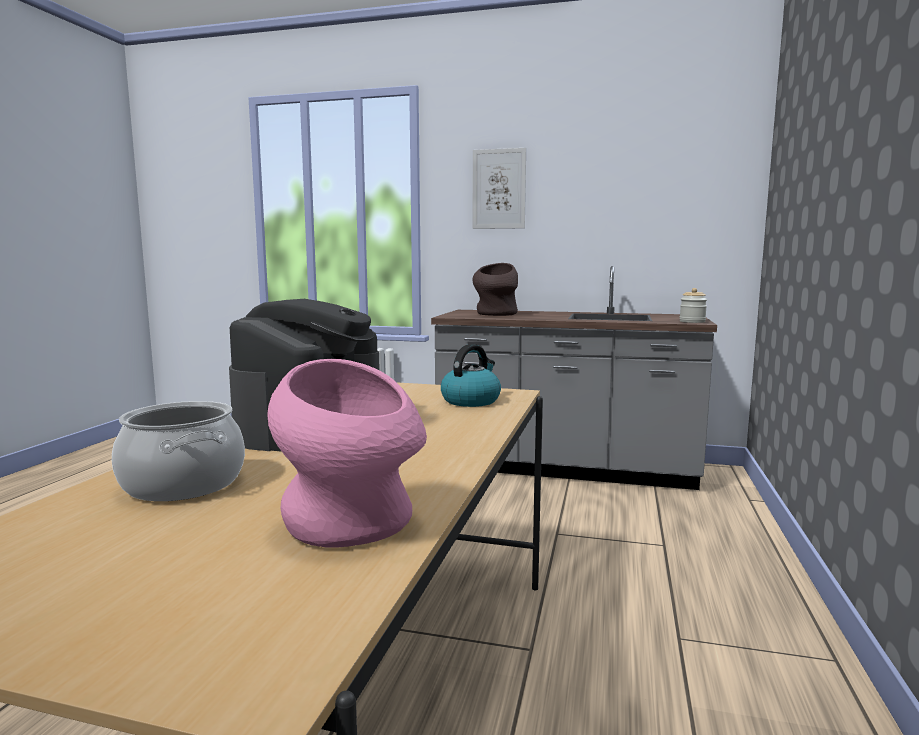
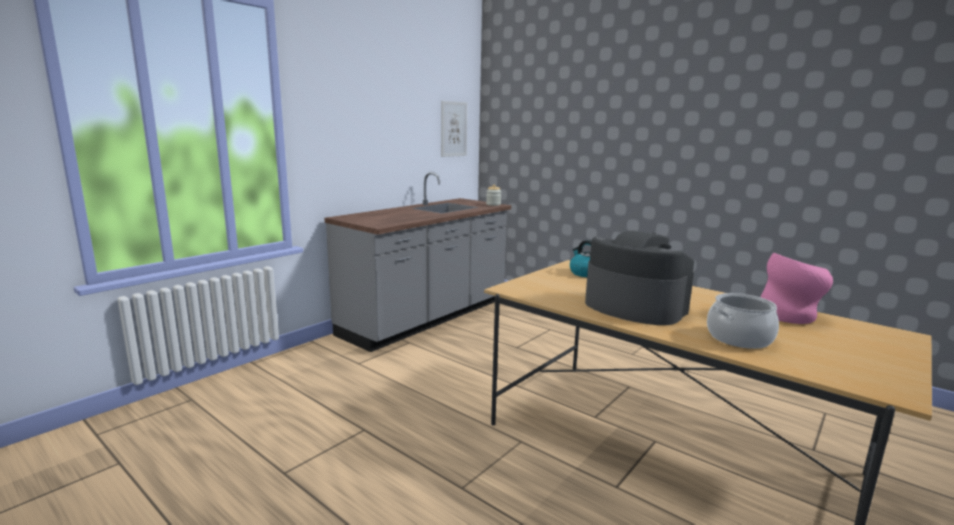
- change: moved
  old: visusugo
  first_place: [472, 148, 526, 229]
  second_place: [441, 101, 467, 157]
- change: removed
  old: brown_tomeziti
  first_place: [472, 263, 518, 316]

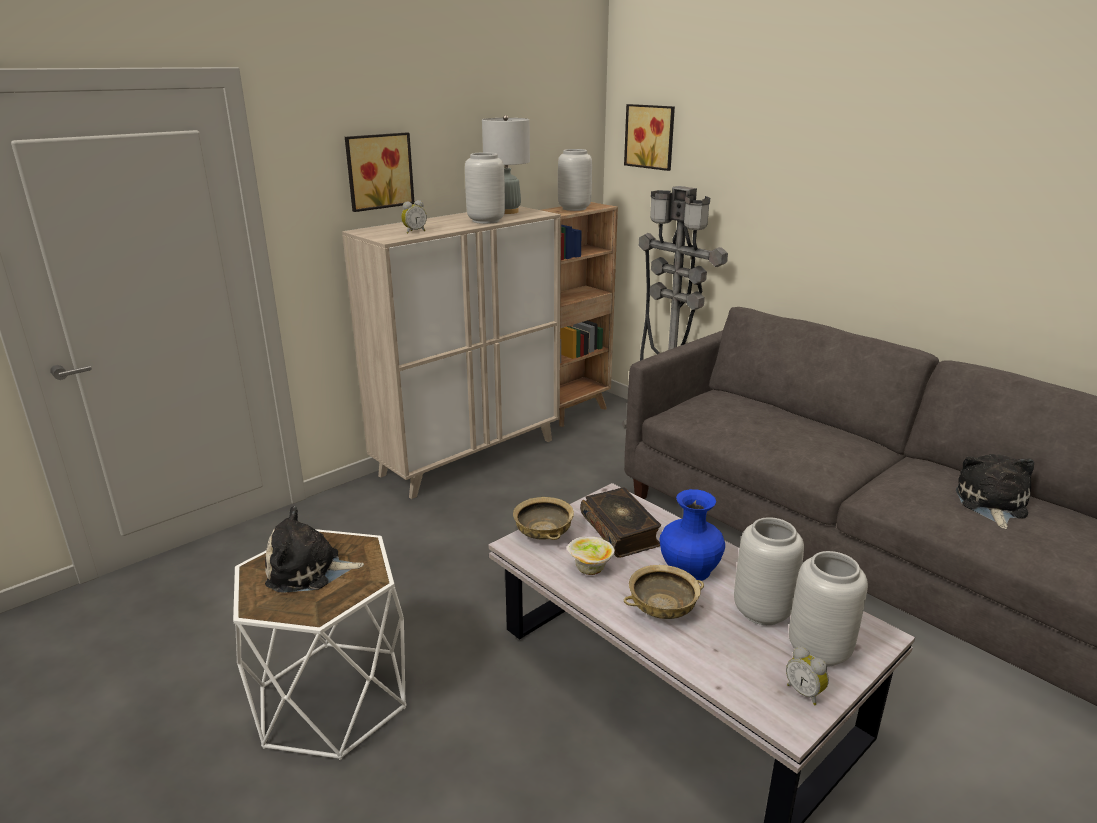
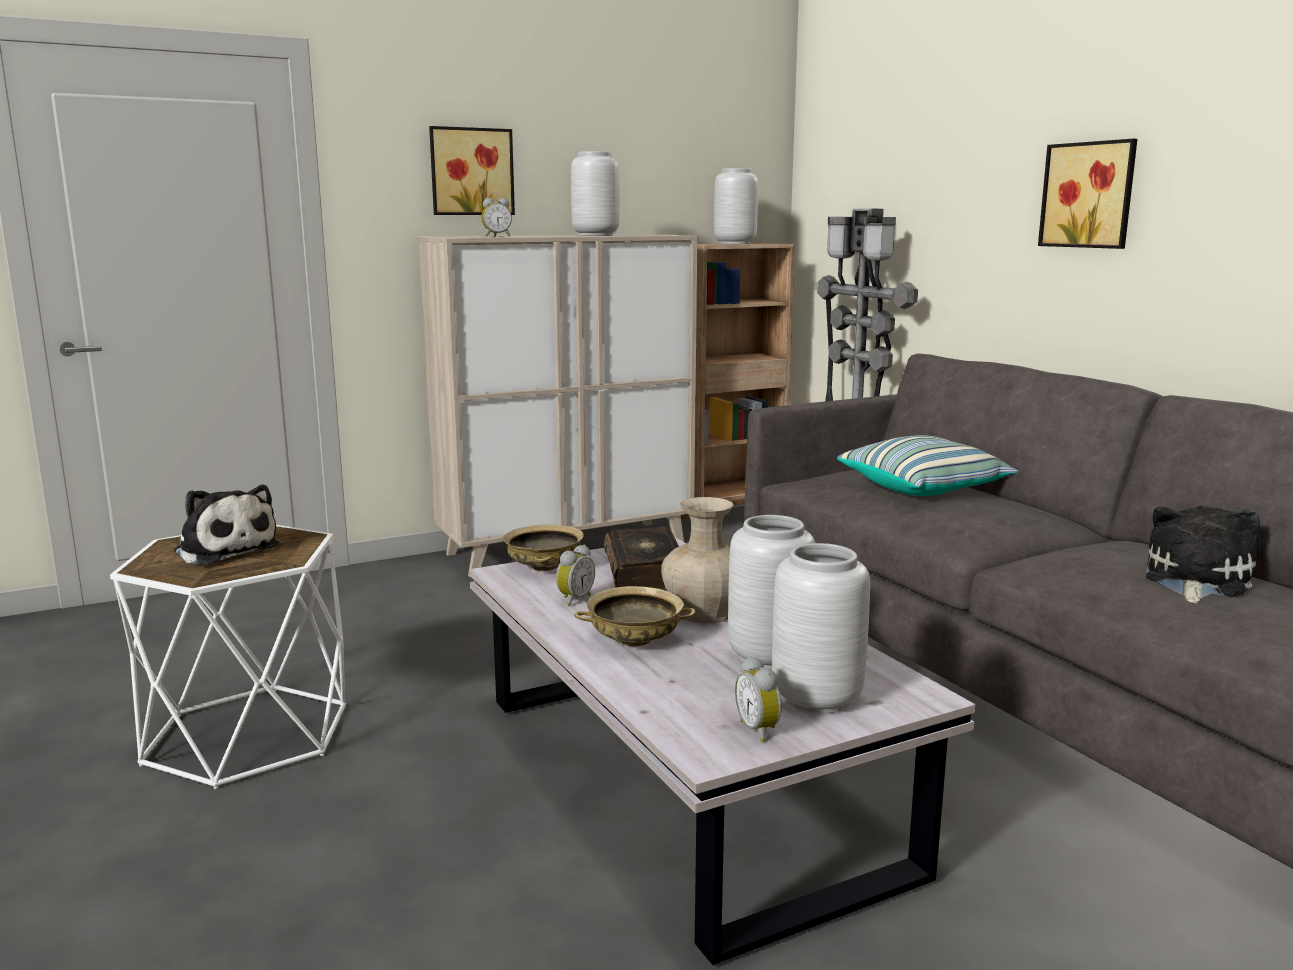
- change: turned
  old: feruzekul
  first_place: [265, 506, 364, 593]
  second_place: [174, 485, 279, 565]
  degrees: -150
- change: removed
  old: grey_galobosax
  first_place: [482, 115, 530, 214]
- change: replaced
  old: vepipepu
  new: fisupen
  first_place: [567, 537, 615, 575]
  second_place: [556, 545, 595, 606]
- change: moved
  old: visusugo
  first_place: [624, 104, 675, 171]
  second_place: [1038, 139, 1137, 249]
- change: recoloured
  old: blue_tomeziti
  new: beige_tomeziti
  first_place: [660, 489, 725, 581]
  second_place: [661, 497, 734, 624]
- change: added
  new: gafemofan
  second_place: [837, 435, 1018, 496]

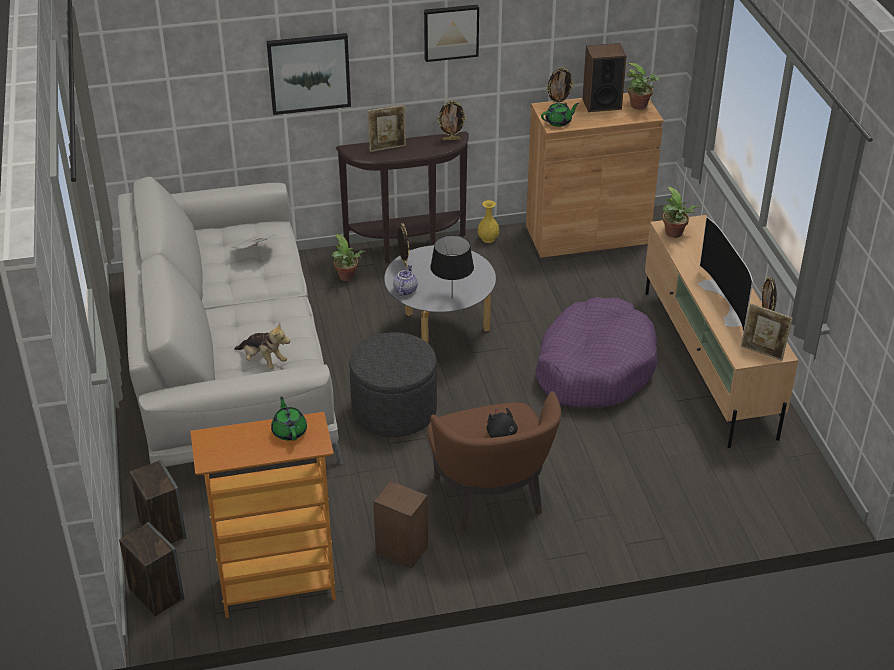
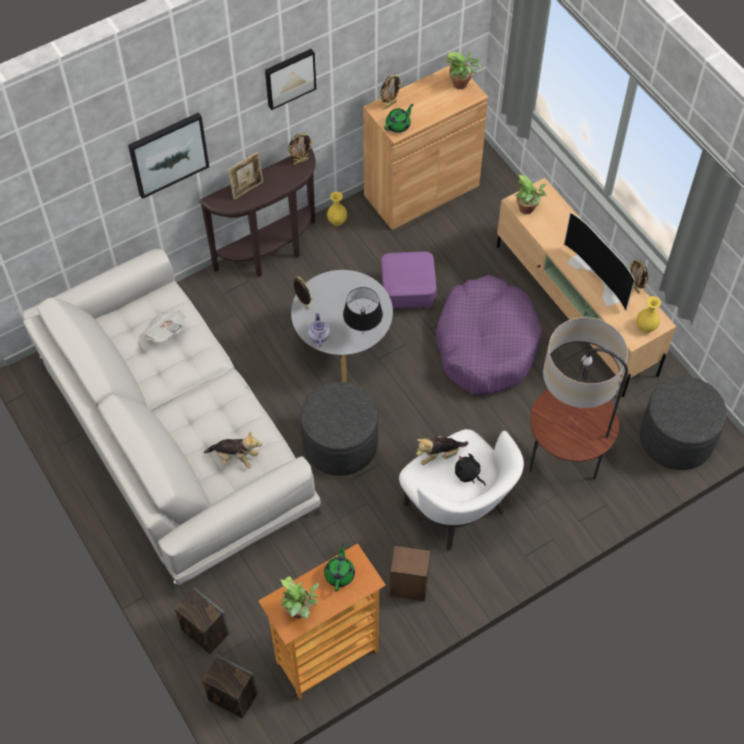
- change: turned
  old: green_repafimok
  first_place: [271, 396, 307, 441]
  second_place: [324, 543, 355, 592]
  degrees: 45
- change: moved
  old: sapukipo
  first_place: [332, 234, 366, 281]
  second_place: [280, 576, 319, 619]
- change: recoloured
  old: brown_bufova
  new: white_bufova
  first_place: [427, 391, 561, 531]
  second_place: [399, 429, 524, 551]
- change: removed
  old: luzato
  first_place: [583, 43, 626, 112]
- change: replaced
  old: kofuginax
  new: yellow_tomeziti
  first_place: [741, 303, 793, 361]
  second_place: [636, 296, 661, 333]
- change: added
  new: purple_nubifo
  second_place: [381, 251, 437, 309]
- change: added
  new: feruzekul
  second_place: [416, 436, 468, 465]
- change: added
  new: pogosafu
  second_place: [529, 317, 628, 479]
- change: added
  new: grey_nubifo
  second_place: [640, 376, 727, 470]

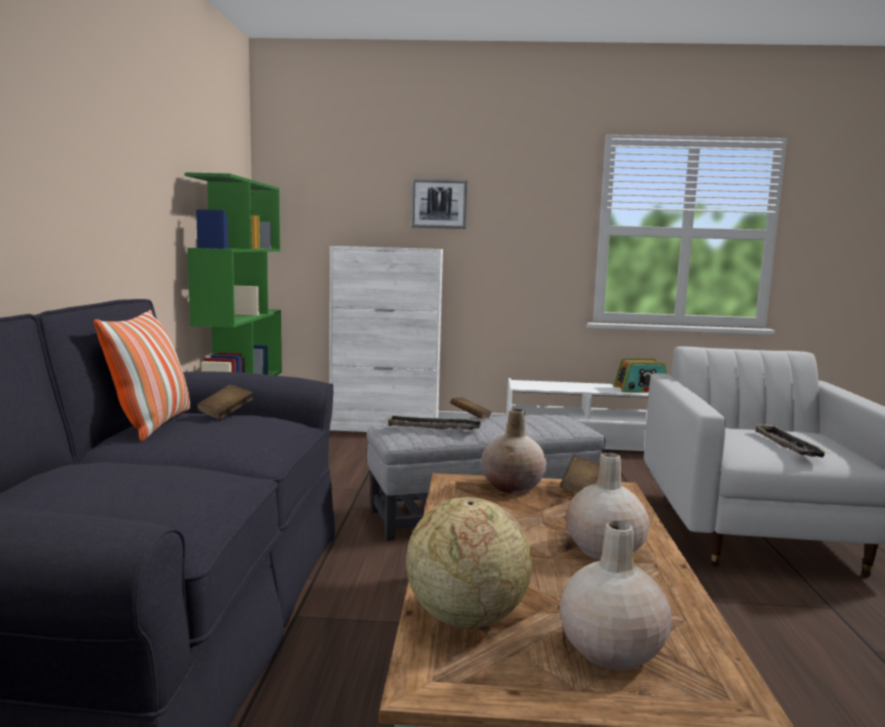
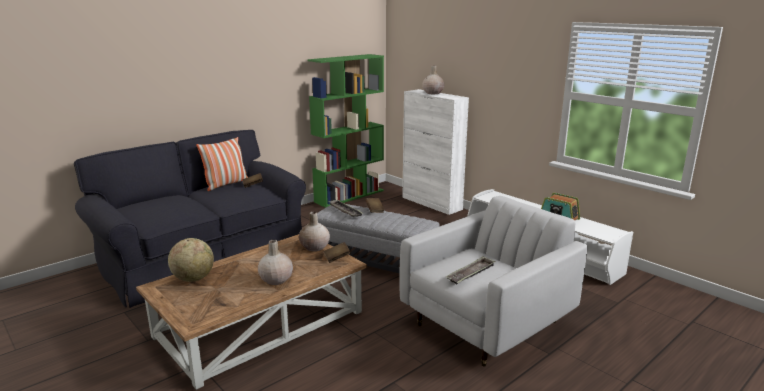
- change: removed
  old: visusugo
  first_place: [411, 179, 467, 229]
- change: moved
  old: beige_tomeziti
  first_place: [560, 521, 672, 671]
  second_place: [422, 65, 444, 94]

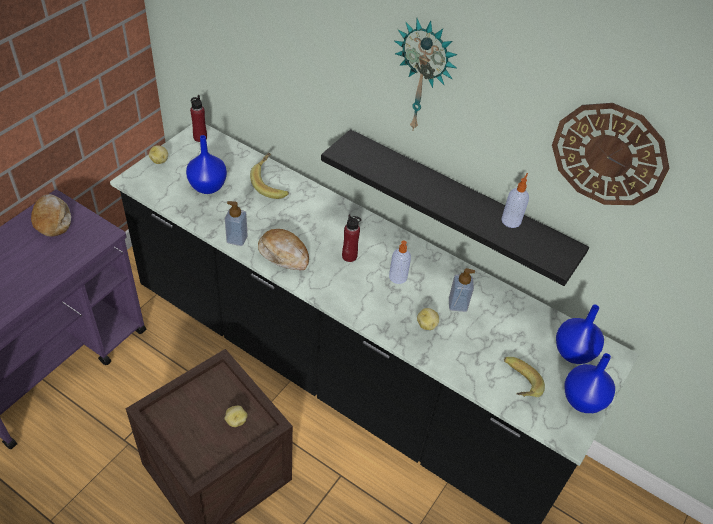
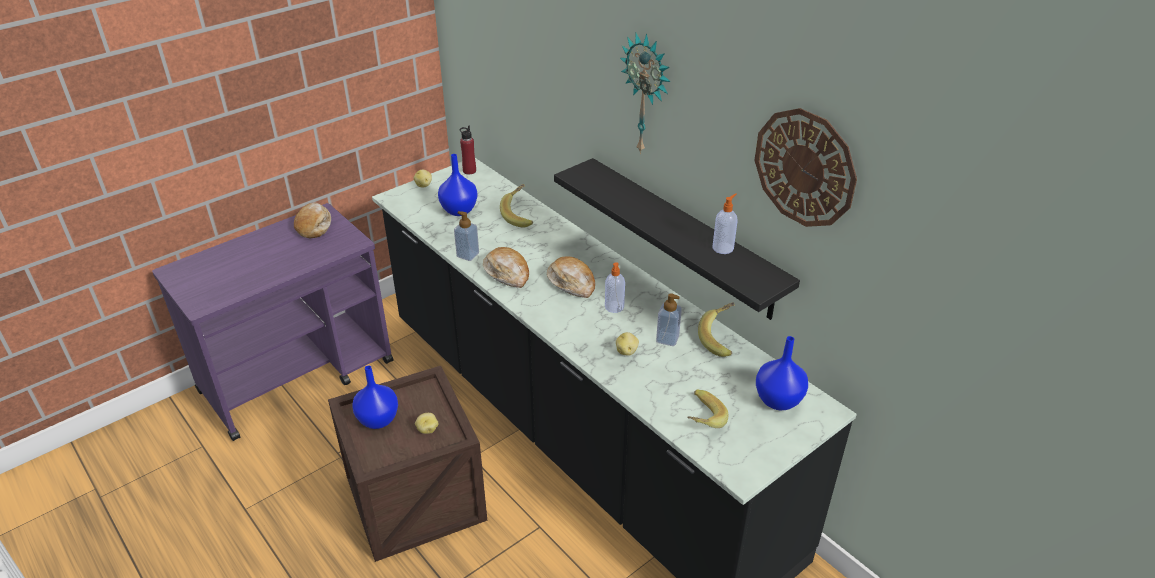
- change: replaced
  old: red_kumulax
  new: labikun
  first_place: [342, 214, 361, 262]
  second_place: [547, 256, 595, 298]
- change: moved
  old: blue_tomeziti
  first_place: [564, 353, 615, 413]
  second_place: [352, 365, 398, 429]
- change: added
  new: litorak
  second_place: [698, 302, 735, 357]

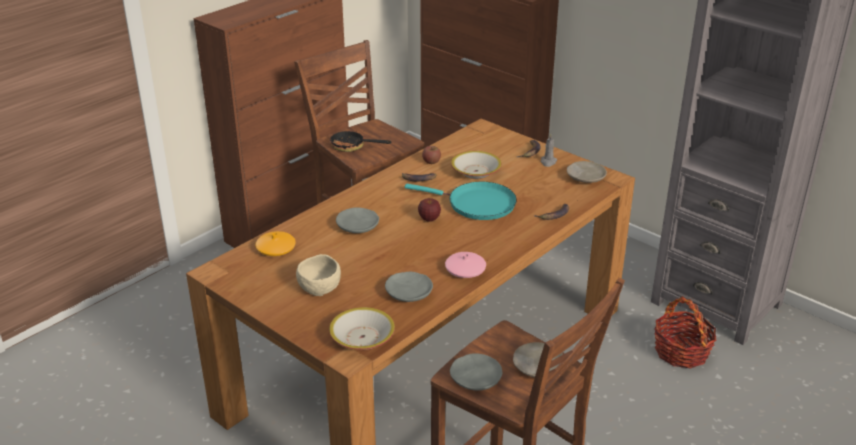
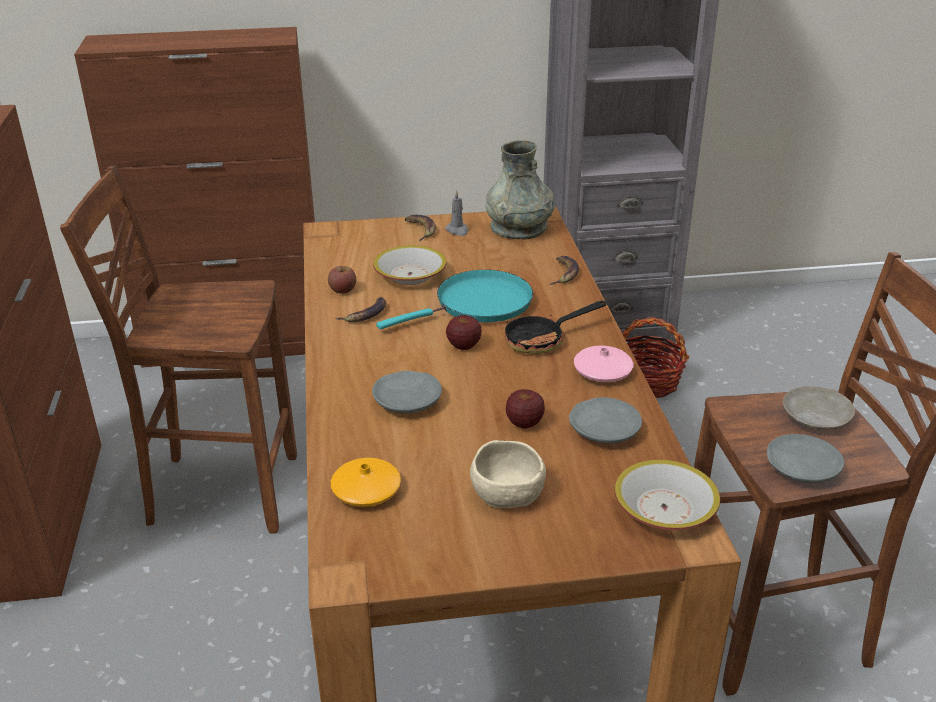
- change: moved
  old: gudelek
  first_place: [329, 130, 392, 152]
  second_place: [505, 301, 607, 354]
- change: replaced
  old: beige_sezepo
  new: grey_tomeziti
  first_place: [567, 161, 607, 183]
  second_place: [486, 140, 555, 240]
- change: added
  new: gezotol
  second_place: [506, 389, 545, 428]

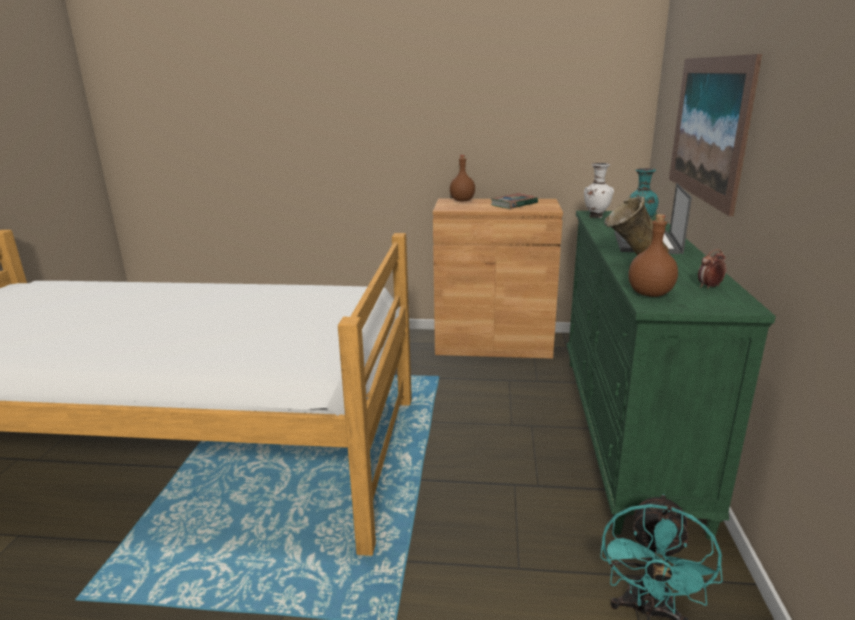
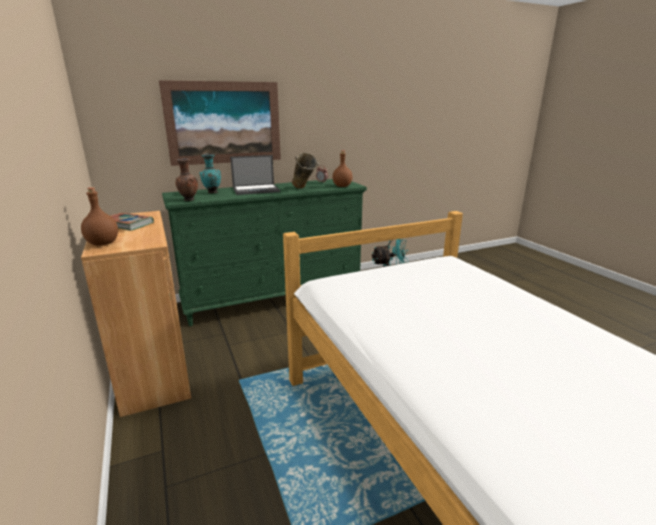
- change: recoloured
  old: white_tomeziti
  new: brown_tomeziti
  first_place: [584, 163, 614, 218]
  second_place: [175, 158, 198, 201]

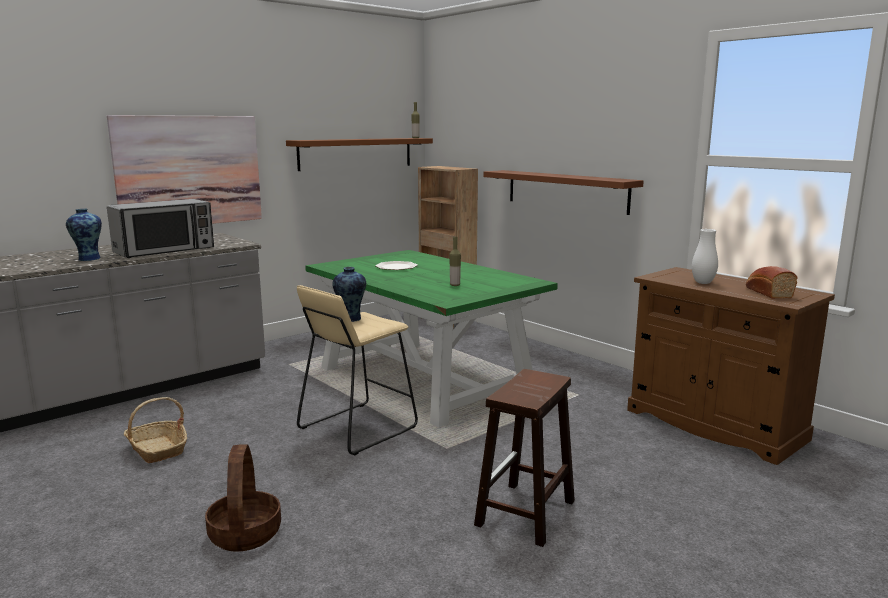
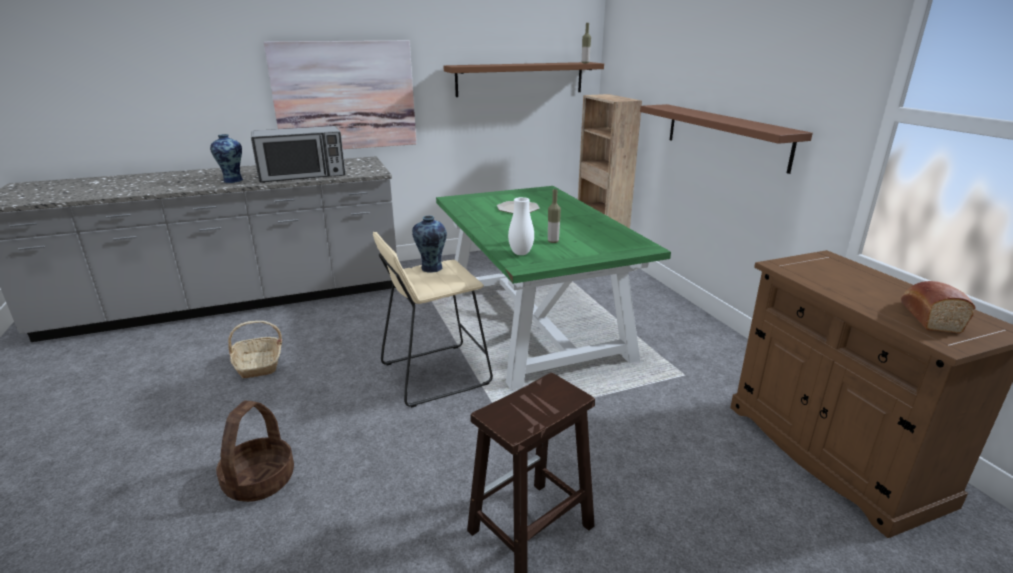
- change: moved
  old: white_tomeziti
  first_place: [692, 229, 718, 284]
  second_place: [508, 197, 534, 255]

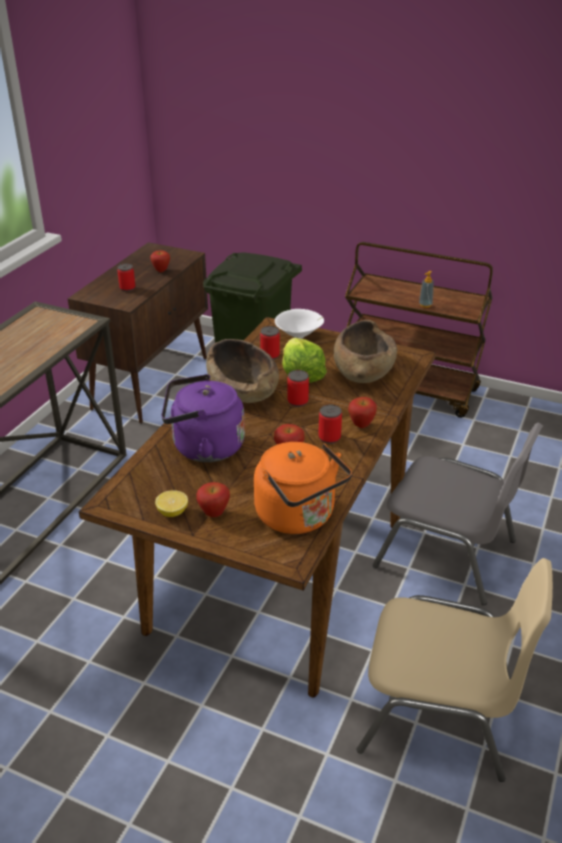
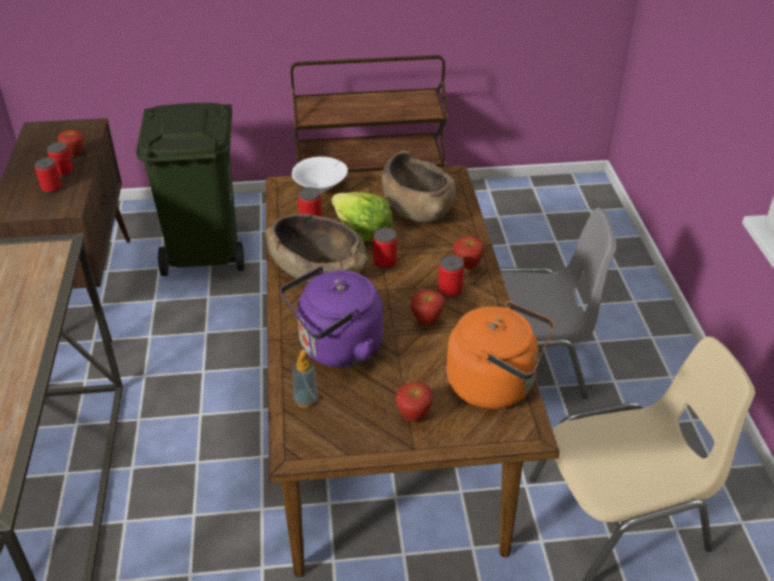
- change: removed
  old: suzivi
  first_place: [155, 490, 188, 517]
- change: moved
  old: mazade
  first_place: [419, 271, 434, 308]
  second_place: [292, 350, 318, 408]
- change: added
  new: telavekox
  second_place: [47, 142, 73, 177]

